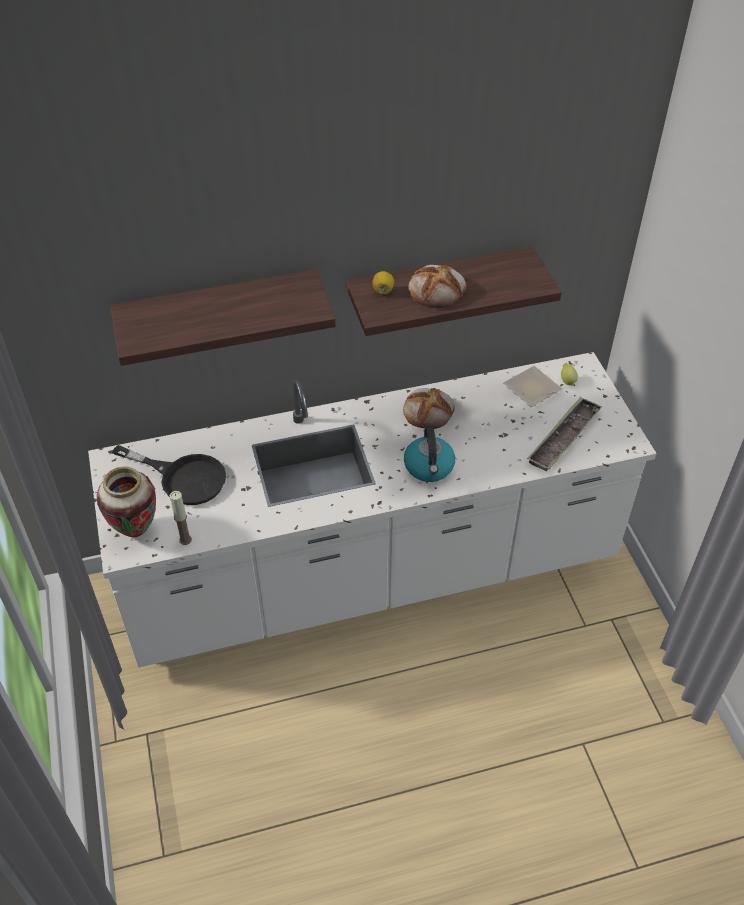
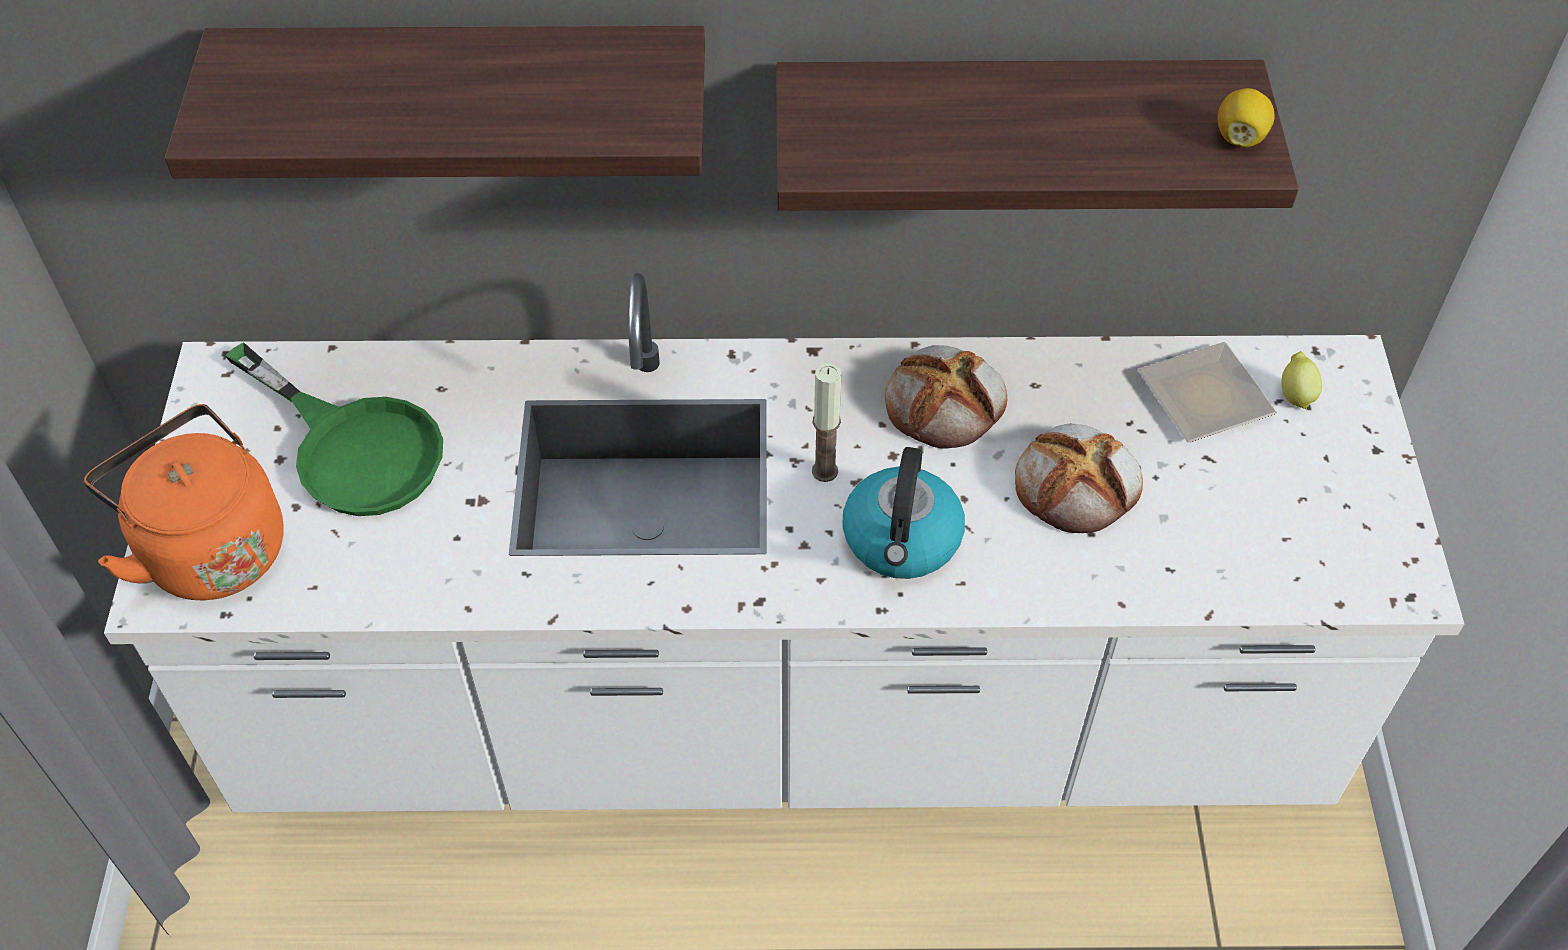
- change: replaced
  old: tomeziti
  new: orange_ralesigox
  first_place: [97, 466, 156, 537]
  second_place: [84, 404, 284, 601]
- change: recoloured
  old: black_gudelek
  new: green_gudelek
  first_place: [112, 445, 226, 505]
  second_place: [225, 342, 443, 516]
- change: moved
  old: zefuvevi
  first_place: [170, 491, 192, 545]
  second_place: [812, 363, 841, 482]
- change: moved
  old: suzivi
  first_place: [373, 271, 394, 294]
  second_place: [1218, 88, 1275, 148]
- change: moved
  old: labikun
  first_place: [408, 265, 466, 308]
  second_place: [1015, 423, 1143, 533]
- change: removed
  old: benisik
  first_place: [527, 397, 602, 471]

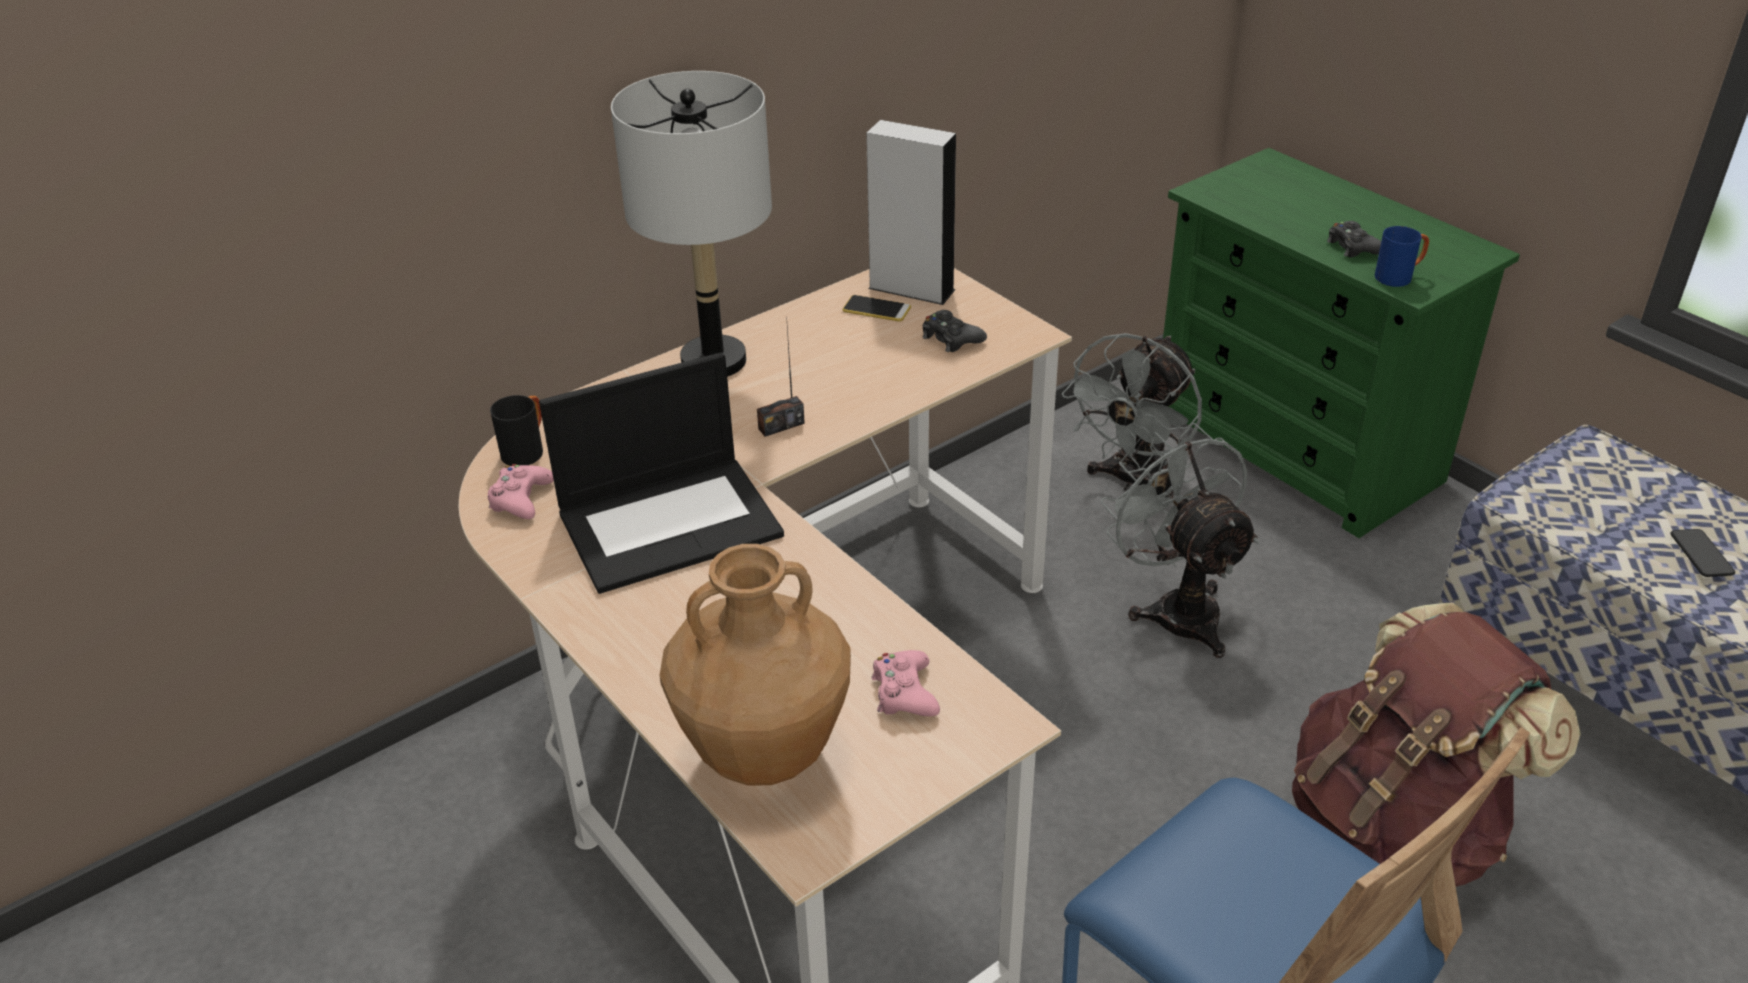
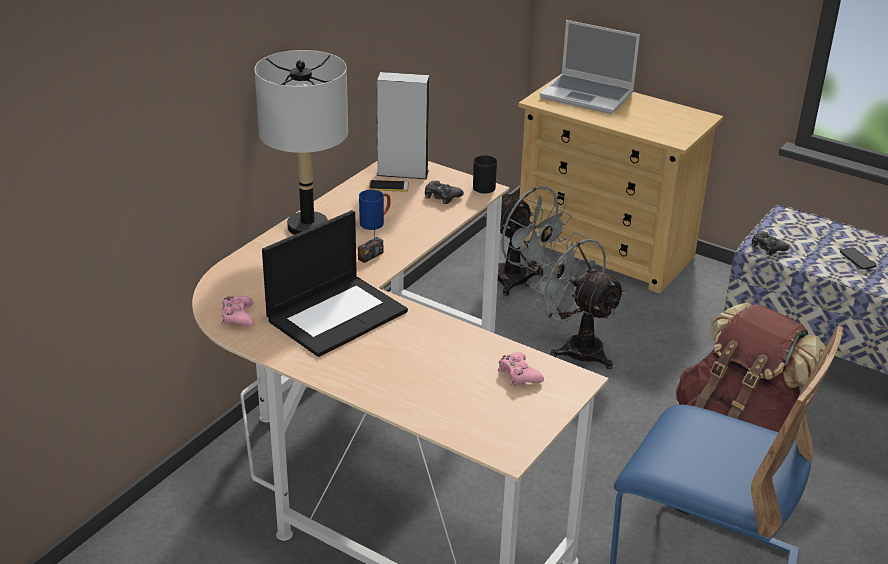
- change: moved
  old: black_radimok
  first_place: [490, 395, 543, 466]
  second_place: [473, 155, 497, 193]
- change: removed
  old: brown_tomeziti
  first_place: [659, 544, 851, 786]
- change: turned
  old: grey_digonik
  first_place: [1062, 333, 1202, 499]
  second_place: [484, 186, 572, 296]
  degrees: -60
- change: recoloured
  old: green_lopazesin
  new: beige_lopazesin
  first_place: [1163, 148, 1520, 538]
  second_place: [518, 74, 723, 294]
- change: moved
  old: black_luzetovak
  first_place: [1327, 221, 1381, 258]
  second_place: [752, 231, 789, 255]
- change: moved
  old: blue_radimok
  first_place: [1375, 226, 1429, 287]
  second_place: [359, 190, 390, 230]
- change: added
  new: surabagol
  second_place: [540, 20, 640, 114]

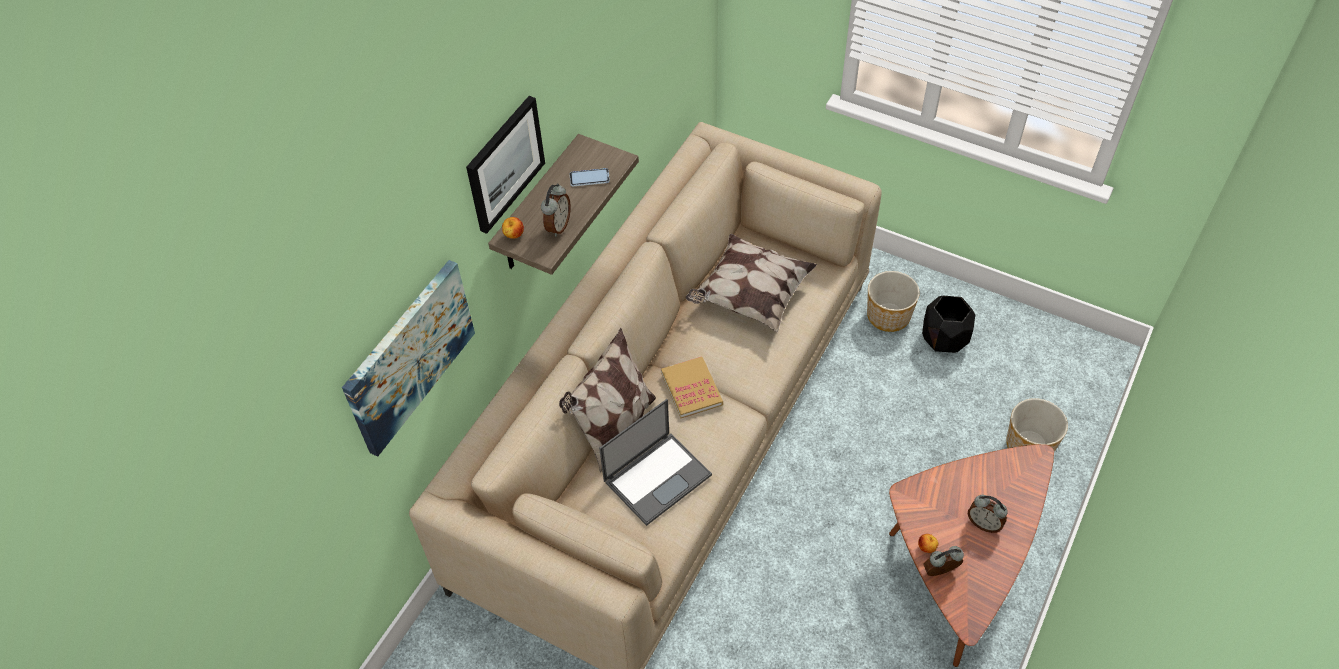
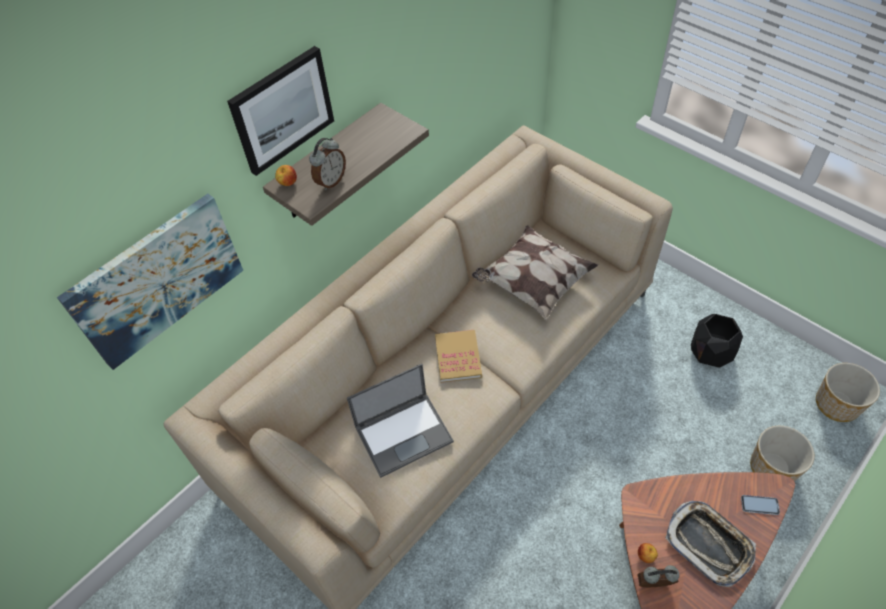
- change: removed
  old: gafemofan
  first_place: [559, 328, 656, 473]
- change: moved
  old: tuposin
  first_place: [570, 168, 610, 186]
  second_place: [741, 495, 780, 515]
- change: moved
  old: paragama
  first_place: [867, 271, 920, 332]
  second_place: [816, 363, 880, 422]
- change: replaced
  old: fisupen
  new: benisik
  first_place: [968, 495, 1008, 533]
  second_place: [665, 501, 756, 587]

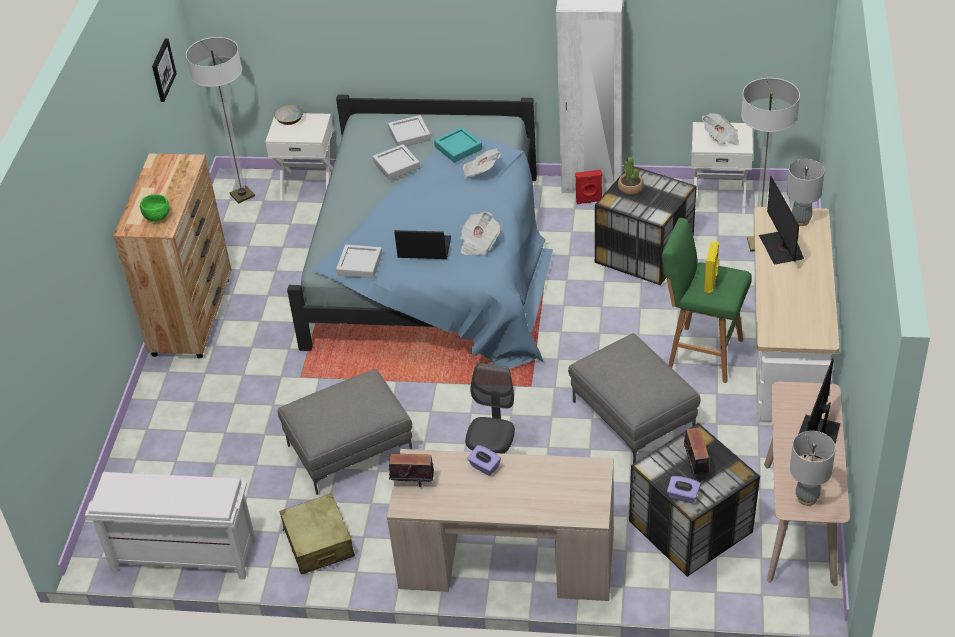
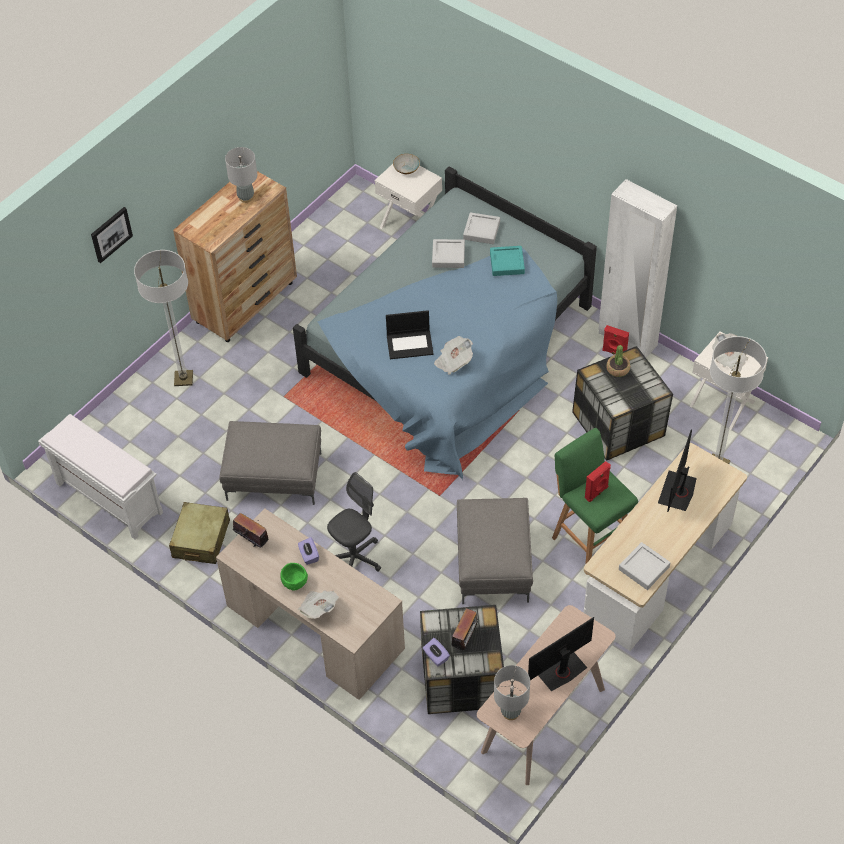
- change: moved
  old: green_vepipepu
  first_place: [140, 194, 170, 222]
  second_place: [280, 563, 308, 590]
- change: moved
  old: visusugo
  first_place: [152, 38, 177, 102]
  second_place: [91, 207, 133, 263]
- change: moved
  old: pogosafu
  first_place: [186, 37, 255, 203]
  second_place: [134, 250, 193, 386]
- change: moved
  old: grey_benisik
  first_place: [336, 245, 382, 279]
  second_place: [619, 542, 670, 590]
- change: turned
  old: surabagol
  first_place: [394, 230, 451, 259]
  second_place: [386, 310, 434, 359]
  degrees: 135
- change: moved
  old: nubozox
  first_place: [463, 148, 500, 178]
  second_place: [298, 590, 339, 619]
- change: recoloured
  old: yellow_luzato
  new: red_luzato
  first_place: [704, 241, 719, 293]
  second_place: [585, 461, 611, 502]
- change: moved
  old: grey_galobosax
  first_place: [787, 159, 824, 226]
  second_place: [225, 147, 257, 203]

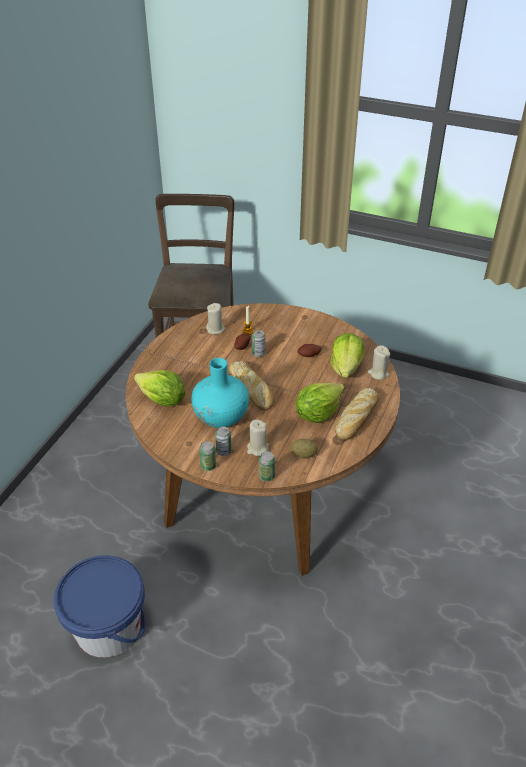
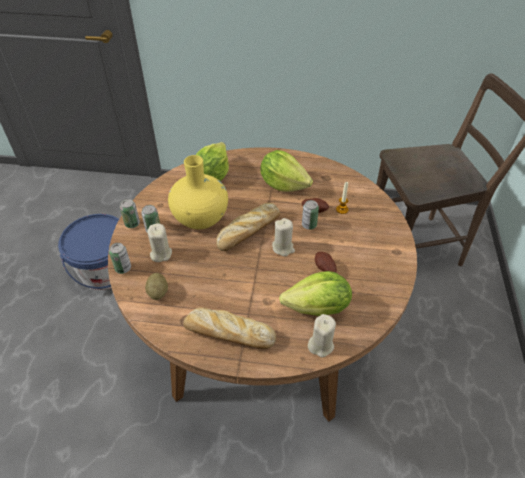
- change: recoloured
  old: turquoise_tomeziti
  new: yellow_tomeziti
  first_place: [191, 358, 249, 428]
  second_place: [168, 155, 228, 229]
- change: moved
  old: beige_zefuvevi
  first_place: [206, 303, 225, 334]
  second_place: [272, 218, 295, 256]
- change: moved
  old: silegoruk
  first_place: [296, 383, 344, 423]
  second_place: [260, 150, 313, 192]

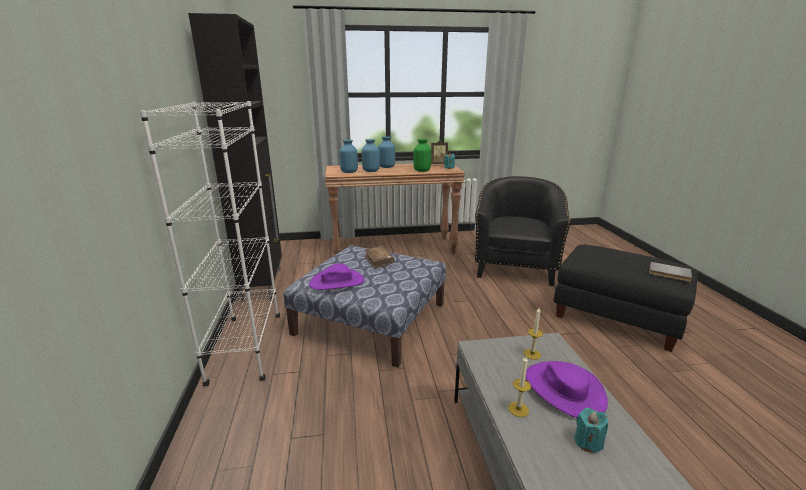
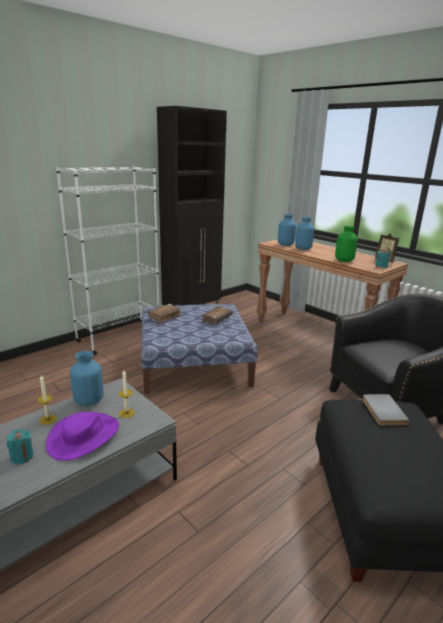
- change: replaced
  old: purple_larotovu
  new: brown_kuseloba
  first_place: [309, 263, 365, 290]
  second_place: [148, 304, 182, 323]
- change: moved
  old: blue_tomeziti
  first_place: [378, 136, 395, 168]
  second_place: [70, 351, 104, 406]
- change: moved
  old: grey_kuseloba
  first_place: [649, 262, 692, 282]
  second_place: [362, 394, 410, 425]

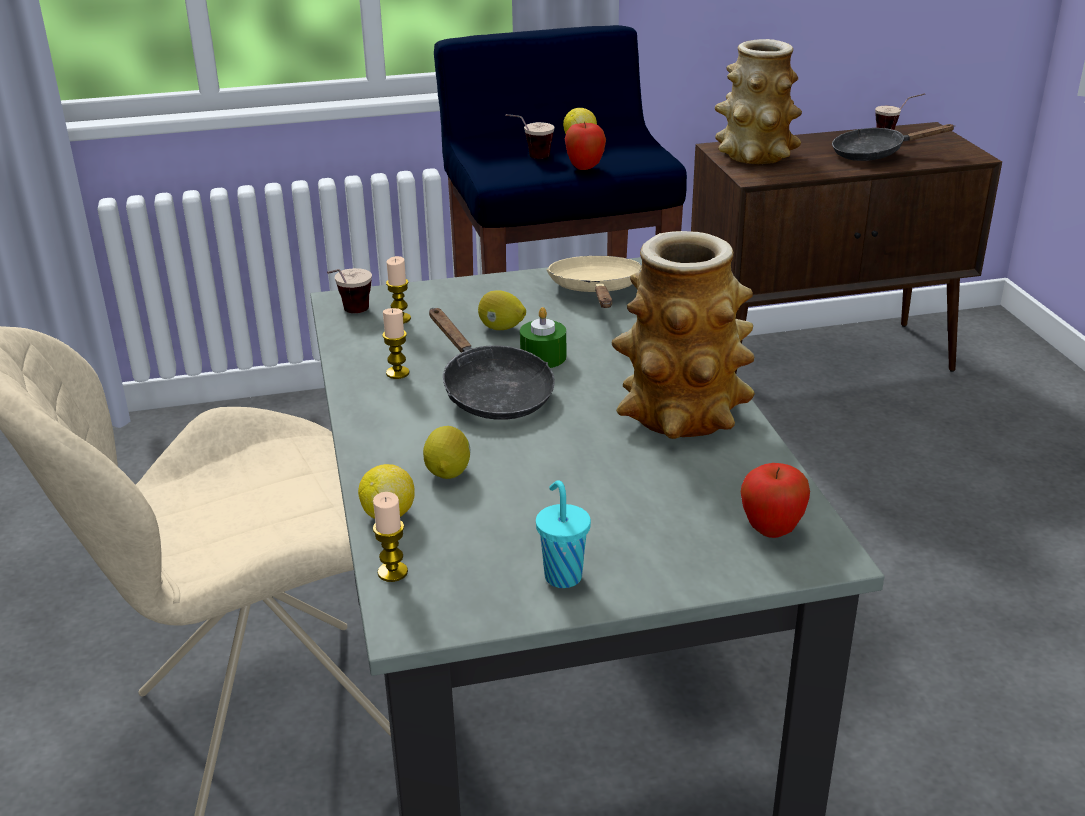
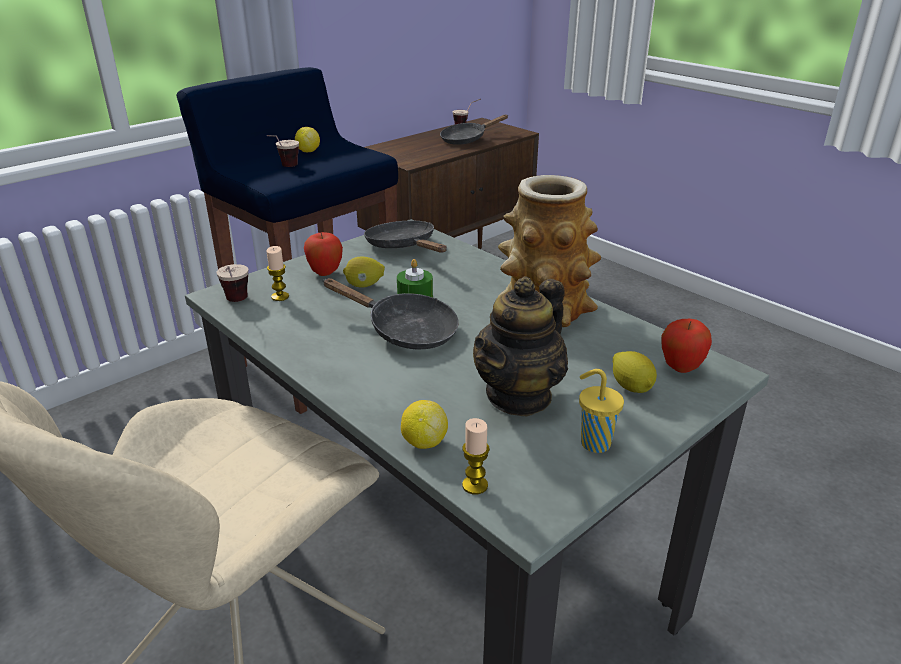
- change: removed
  old: zefuvevi
  first_place: [382, 308, 410, 379]
- change: moved
  old: suzivi
  first_place: [423, 426, 470, 479]
  second_place: [613, 351, 657, 393]
- change: recoloured
  old: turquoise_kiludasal
  new: yellow_kiludasal
  first_place: [536, 480, 591, 588]
  second_place: [579, 369, 624, 453]
- change: recoloured
  old: beige_gudelek
  new: black_gudelek
  first_place: [546, 256, 642, 308]
  second_place: [364, 221, 447, 253]
- change: moved
  old: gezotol
  first_place: [565, 122, 606, 170]
  second_place: [304, 232, 343, 276]
- change: removed
  old: tomeziti
  first_place: [715, 39, 802, 164]
- change: added
  new: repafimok
  second_place: [473, 276, 568, 417]

